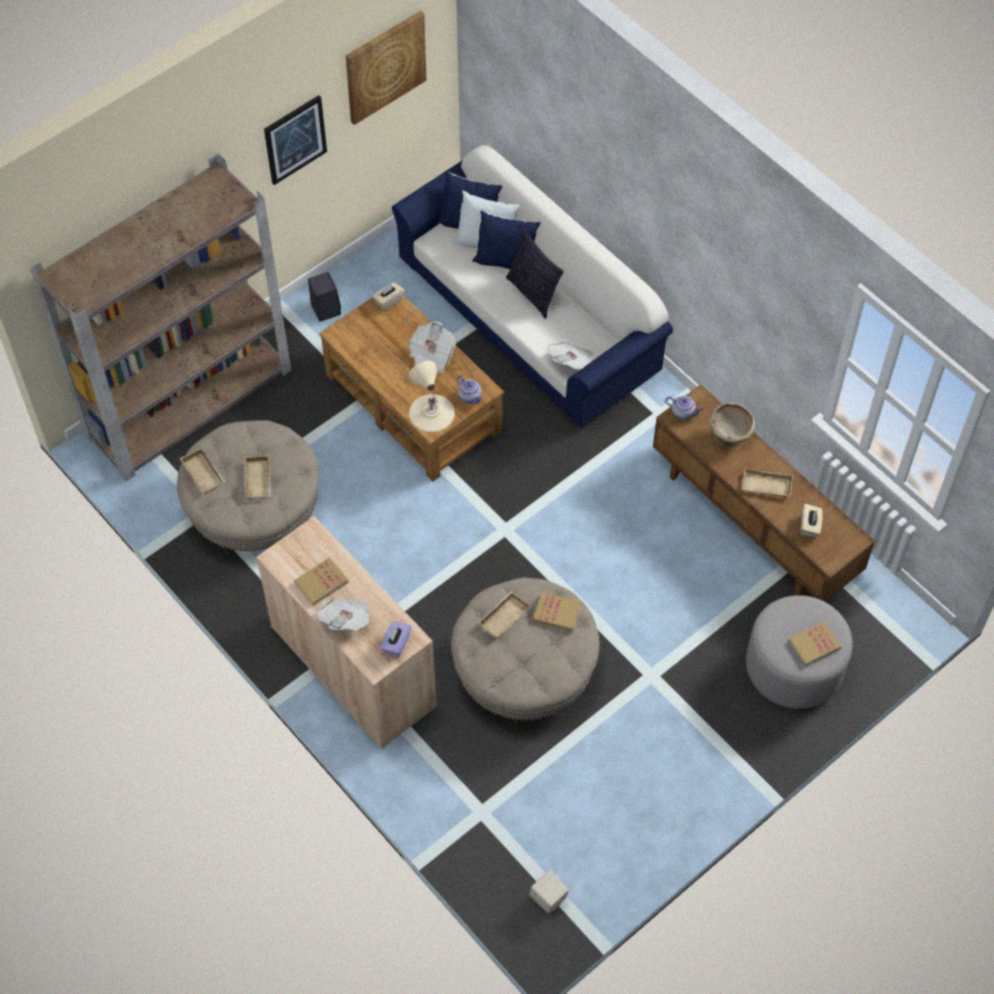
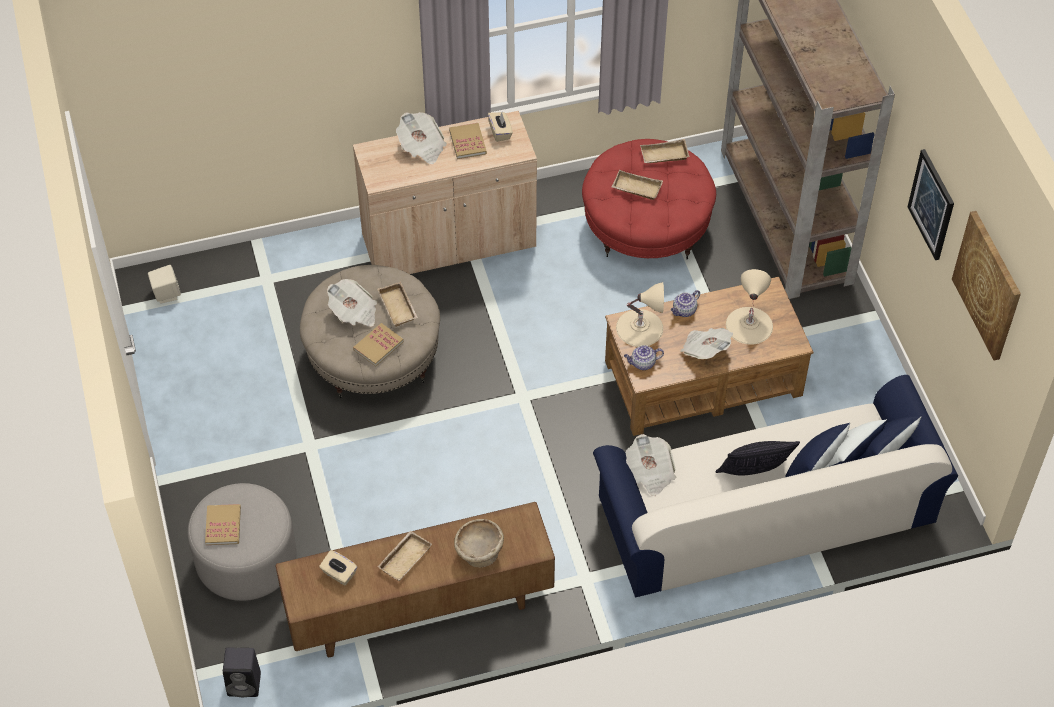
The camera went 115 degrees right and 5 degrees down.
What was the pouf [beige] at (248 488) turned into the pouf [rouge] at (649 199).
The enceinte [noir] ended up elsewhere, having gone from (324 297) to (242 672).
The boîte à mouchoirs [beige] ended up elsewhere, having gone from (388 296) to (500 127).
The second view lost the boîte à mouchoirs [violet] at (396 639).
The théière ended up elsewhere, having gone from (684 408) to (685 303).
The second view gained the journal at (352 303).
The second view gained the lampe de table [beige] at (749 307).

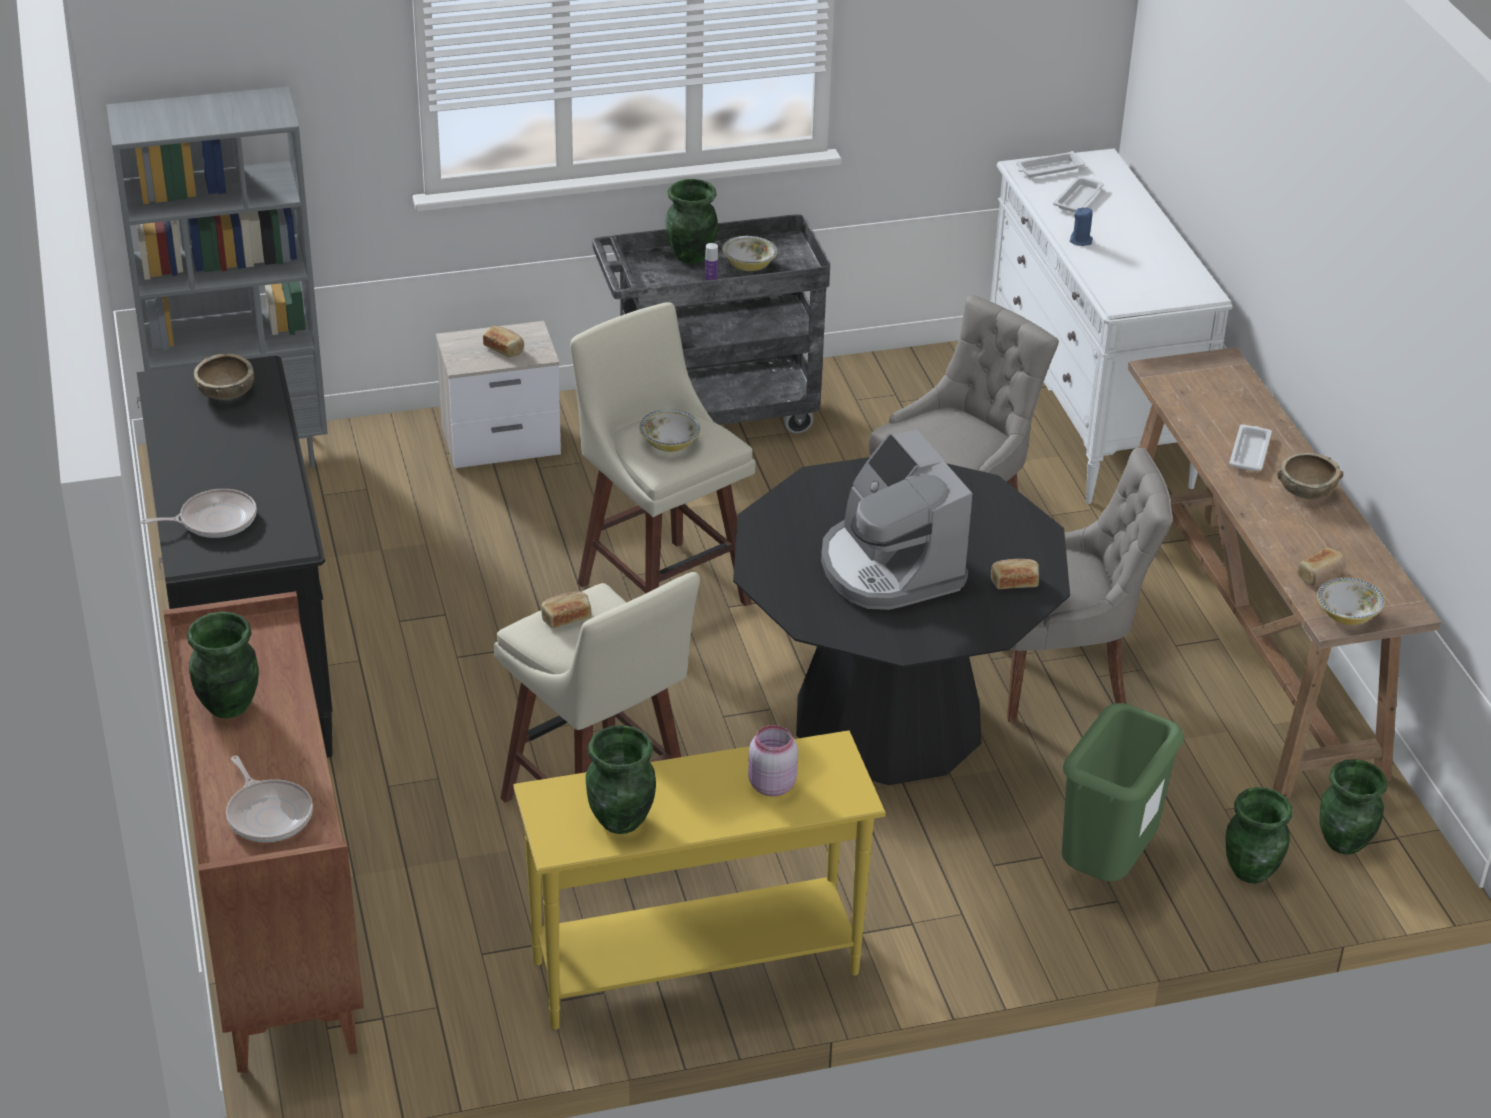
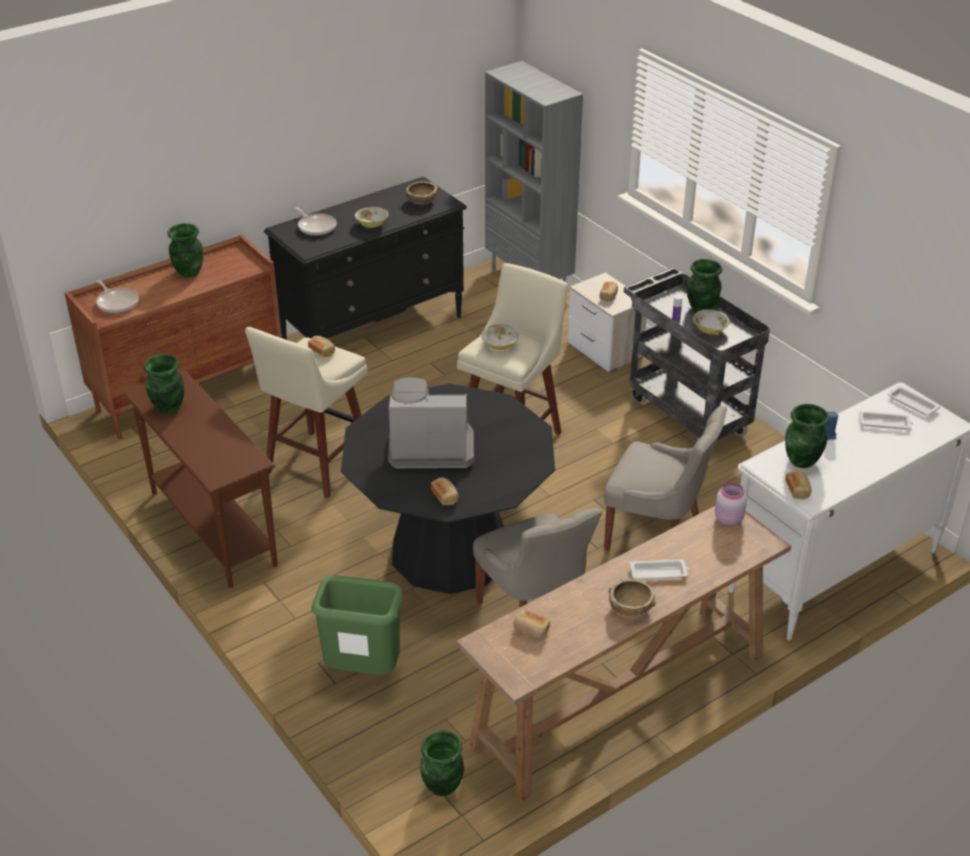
The camera went 70 degrees right and 0 degrees up.
The poêle at (269 799) ended up facing another way, 75 degrees counterclockwise from before.
What was the table console [jaune] at (699 880) turned into the table console [marron] at (201 479).
The bocal [rose] ended up elsewhere, having gone from (773 760) to (731 504).
The machine à café at (896 519) ended up facing another way, 45 degrees clockwise from before.
The vase [vert] ended up elsewhere, having gone from (1259 835) to (807 436).
The bol ended up elsewhere, having gone from (1351 601) to (372 217).
The second view gained the pain at (798 485).

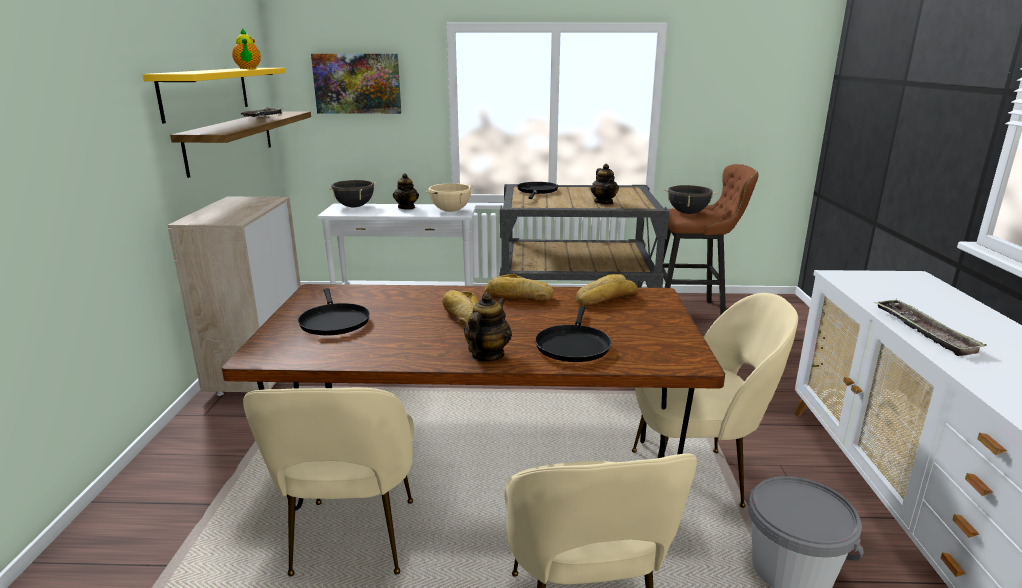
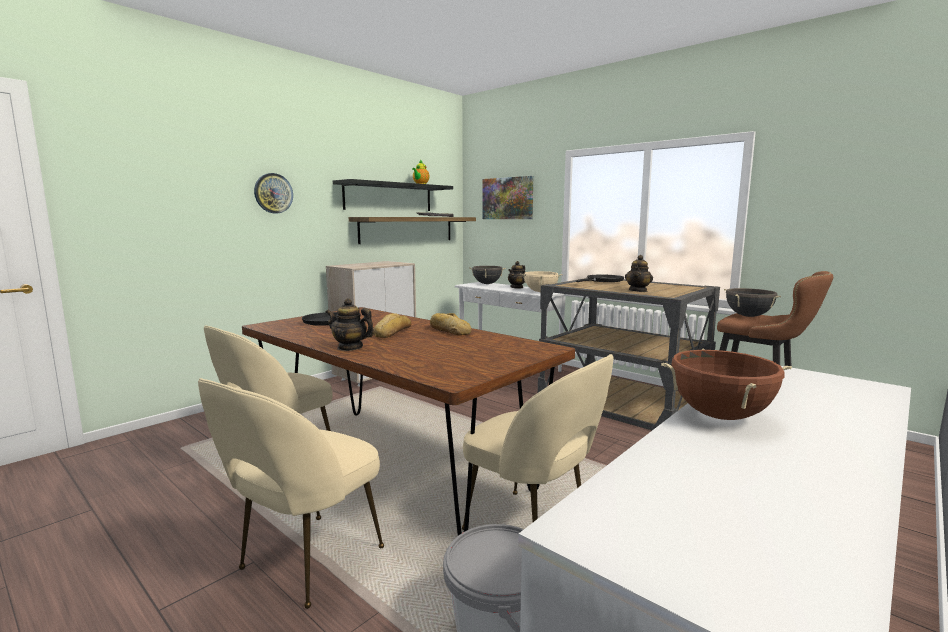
The camera went 40 degrees right and 10 degrees down.
What was the étagère [jaune] at (214 96) turned into the étagère [noir] at (393 195).
The théière at (488 327) ended up facing another way, 135 degrees counterclockwise from before.
The second view lost the poêle [noir] at (573 334).
The second view lost the pain at (607 290).
Where the plateau stood at (930 327), the marmite [marron] came to stand at (726 384).
The second view gained the horloge murale at (273 193).

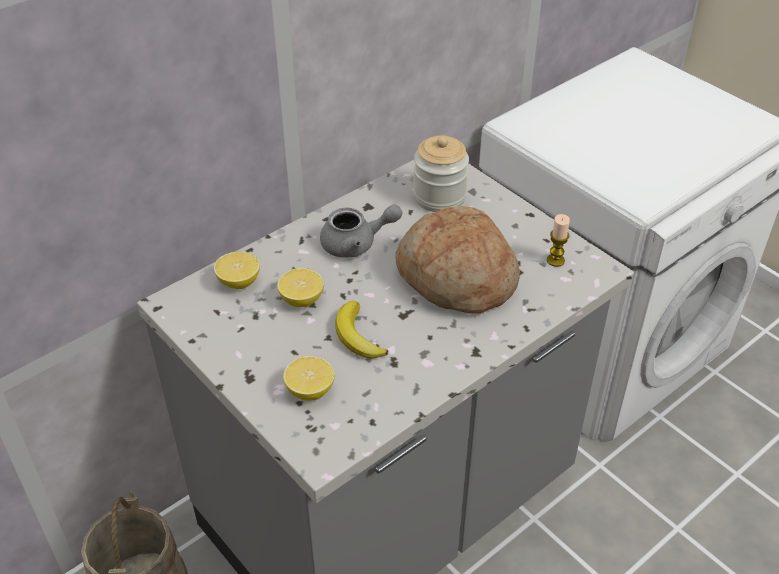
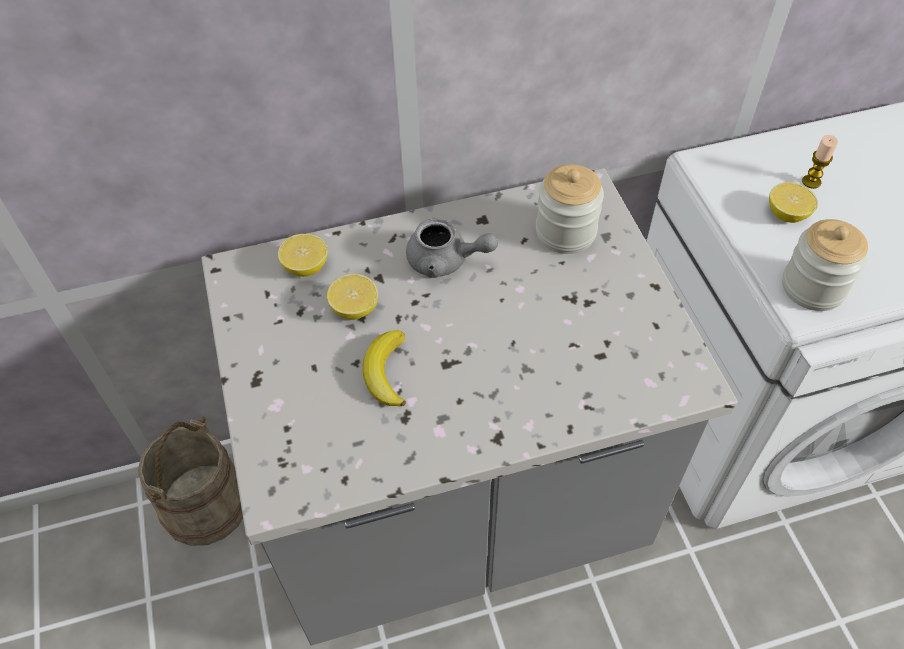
The camera went 25 degrees right and 10 degrees up.
The citron ended up elsewhere, having gone from (309 378) to (793 202).
The second view lost the pain at (457 260).
The bougie ended up elsewhere, having gone from (558 240) to (820 162).
The second view gained the bocal at (825 265).

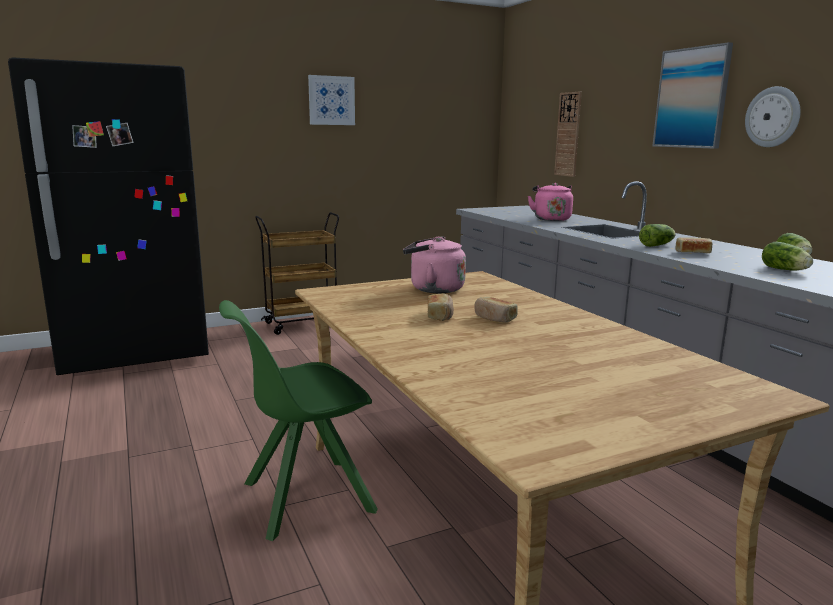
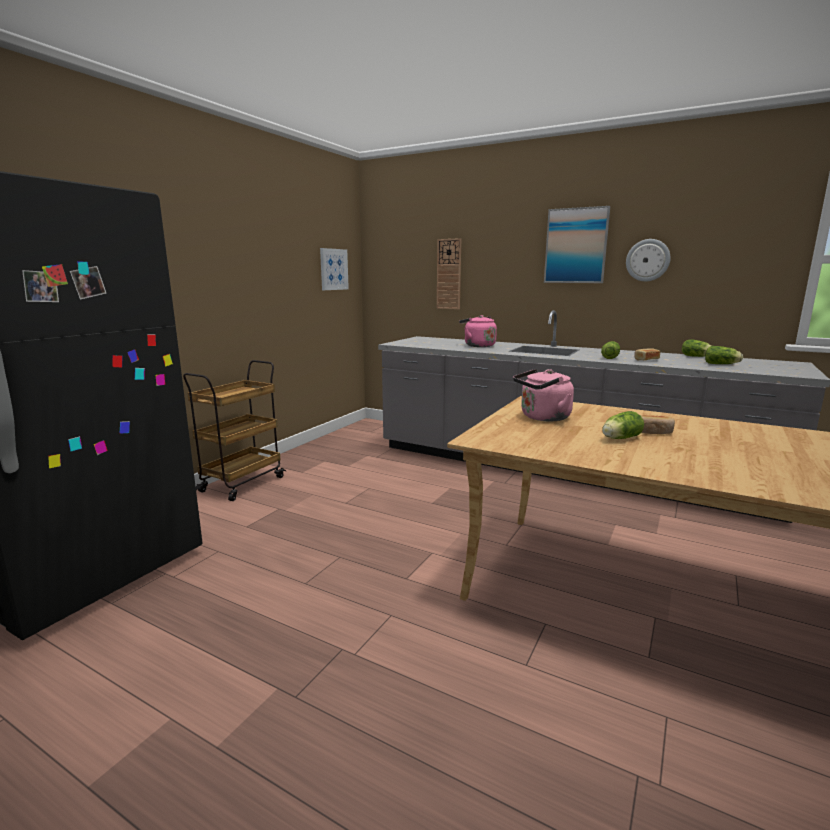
The camera went 35 degrees left and 0 degrees up.
The second view lost the chaise [vert] at (298 420).
The tableau ended up elsewhere, having gone from (331 100) to (334 269).
Where the pain stood at (441 307), the laitue came to stand at (623 425).

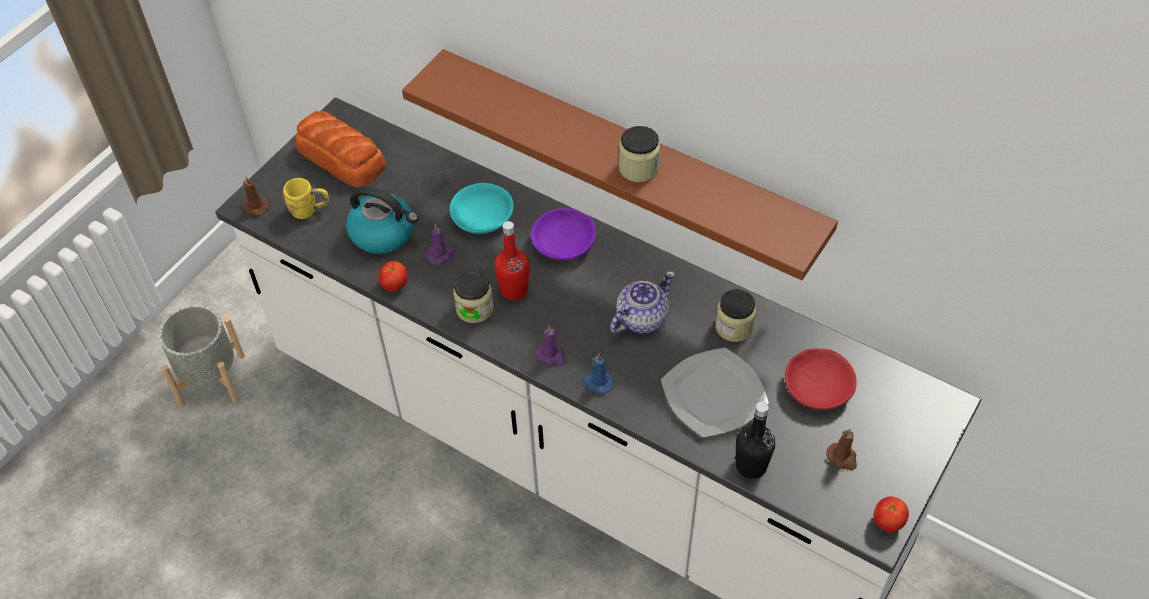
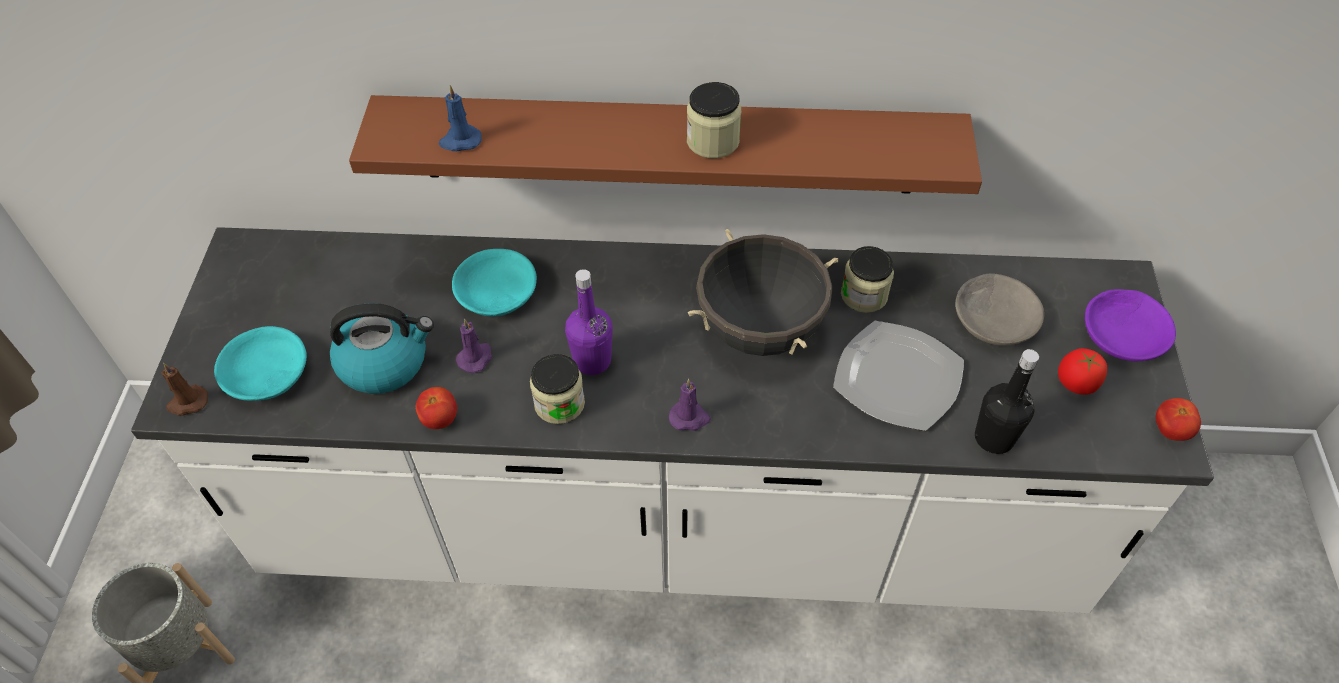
The camera went 30 degrees left and 0 degrees up.
Where the mug [jaune] stood at (306 198), the bol [turquoise] came to stand at (260 363).
The second view lost the pain at (341 149).
What was the bouteille [rouge] at (512 260) turned into the bouteille [violet] at (589 322).
The bol [violet] ended up elsewhere, having gone from (563 234) to (1130 325).
The bougie [bleu] ended up elsewhere, having gone from (598 374) to (460 118).
Where the théière stood at (642 302), the marmite [noir] came to stand at (762 292).
What was the bol [rouge] at (821 379) turned into the bol [gris] at (999 309).
Where the bougie [marron] stood at (841 449), the tomate came to stand at (1082 371).

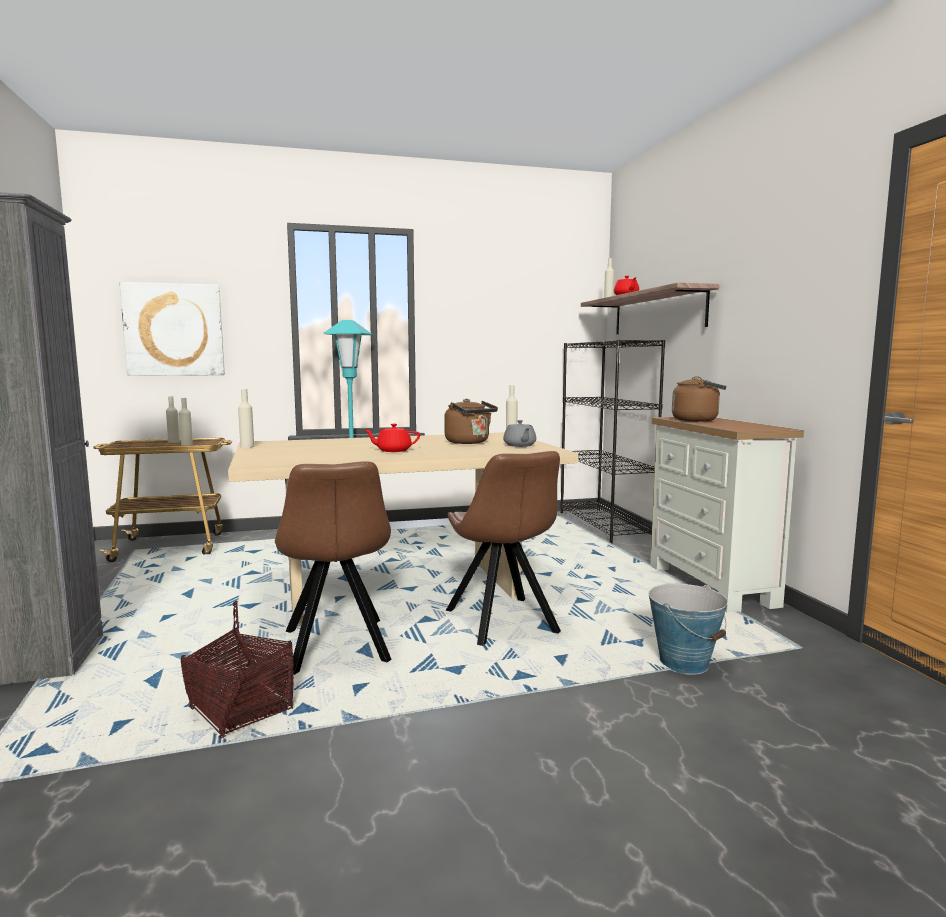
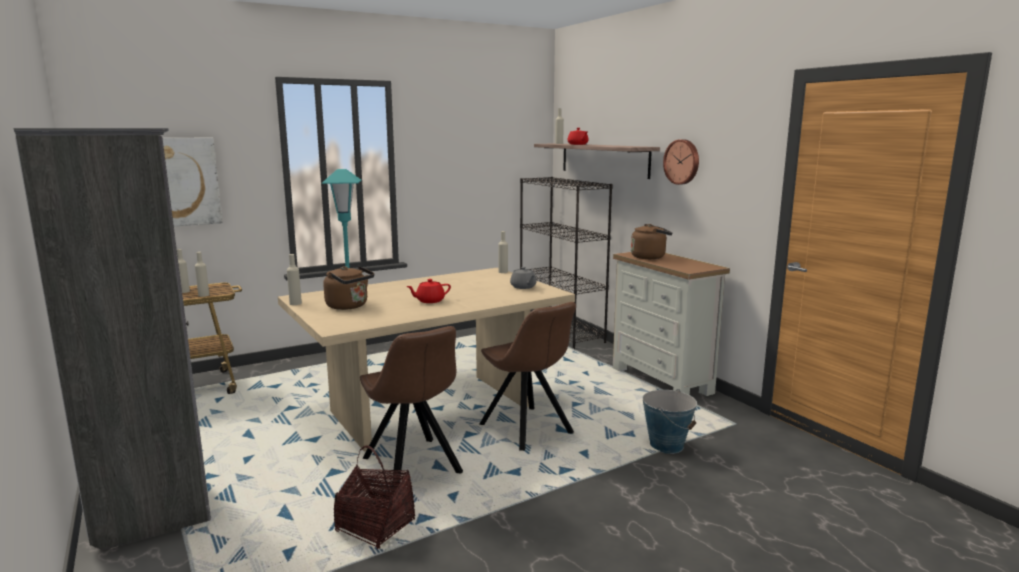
The camera went 15 degrees left and 5 degrees up.
The bouilloire [marron] ended up elsewhere, having gone from (471 421) to (348 288).
The second view gained the horloge murale at (681 162).

